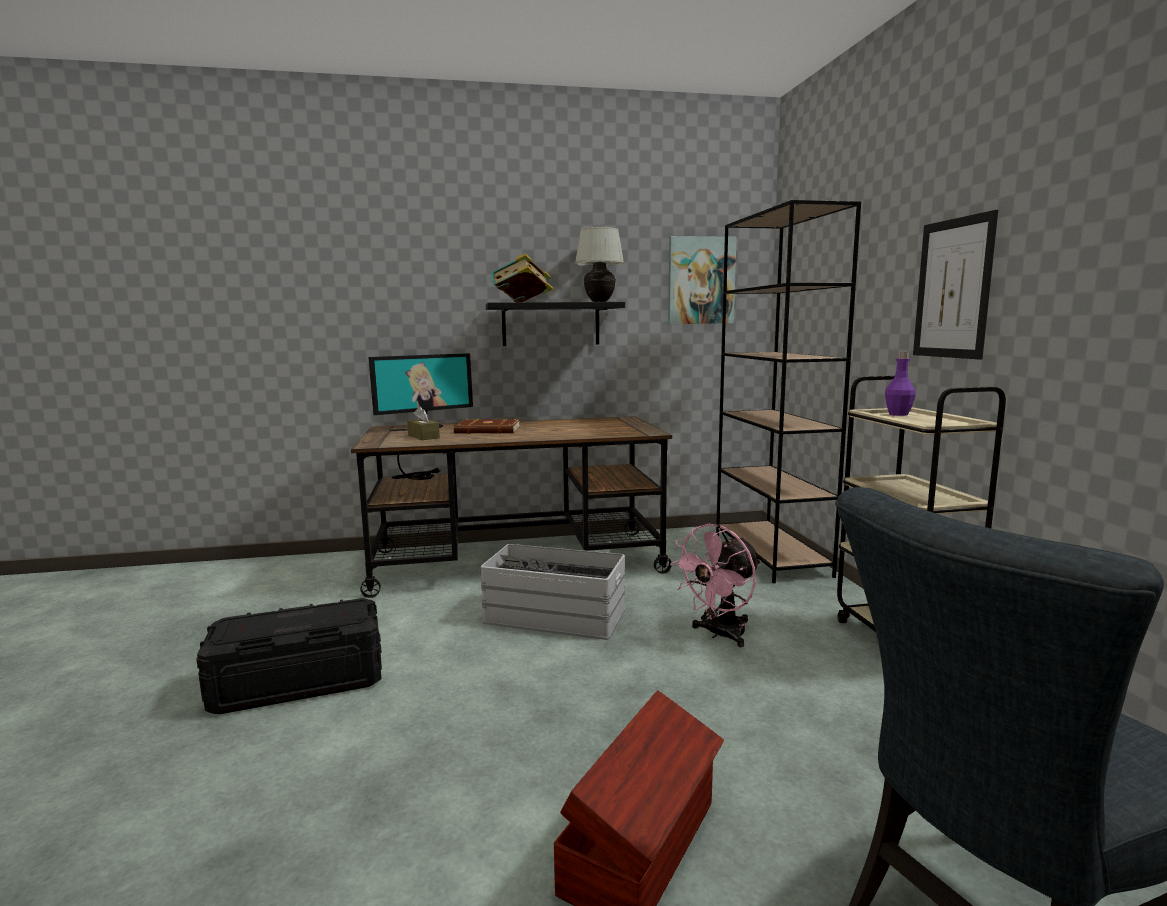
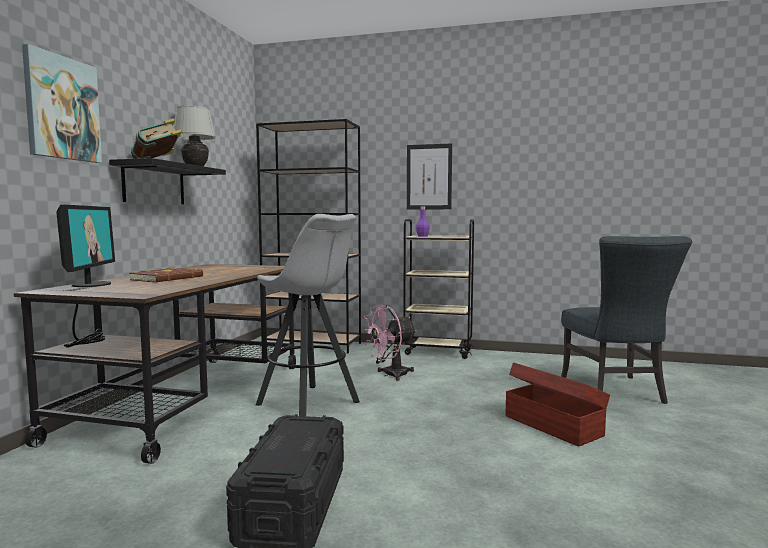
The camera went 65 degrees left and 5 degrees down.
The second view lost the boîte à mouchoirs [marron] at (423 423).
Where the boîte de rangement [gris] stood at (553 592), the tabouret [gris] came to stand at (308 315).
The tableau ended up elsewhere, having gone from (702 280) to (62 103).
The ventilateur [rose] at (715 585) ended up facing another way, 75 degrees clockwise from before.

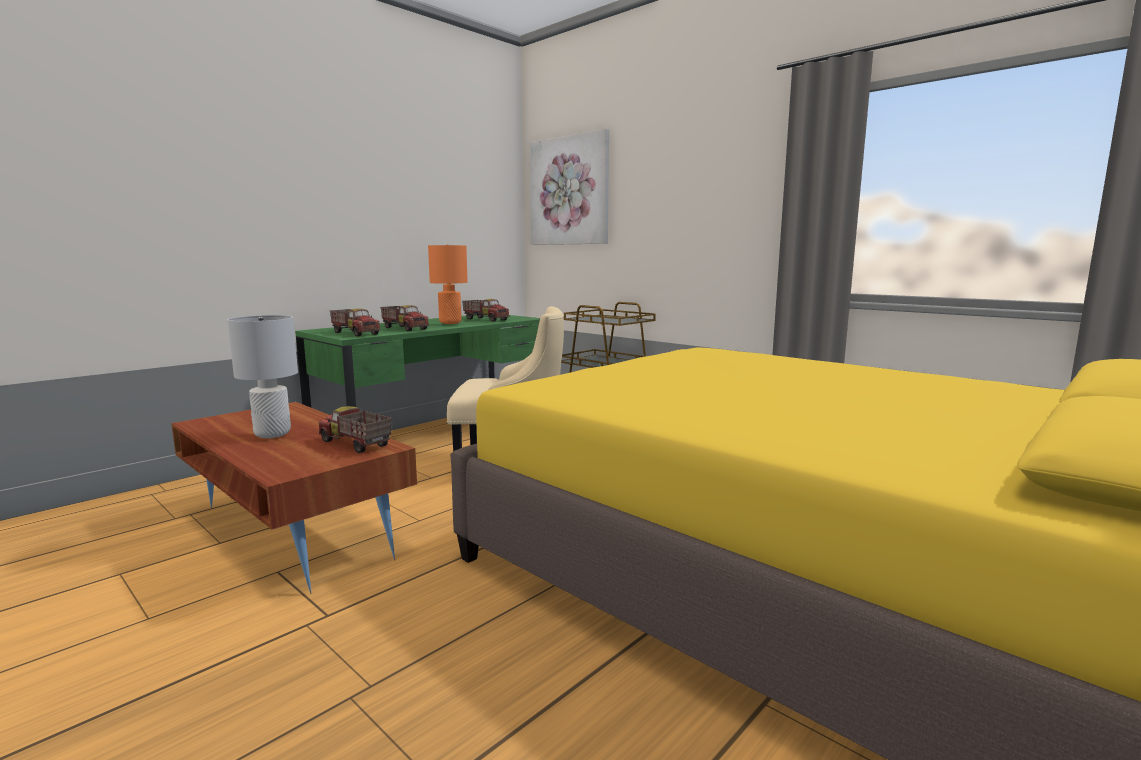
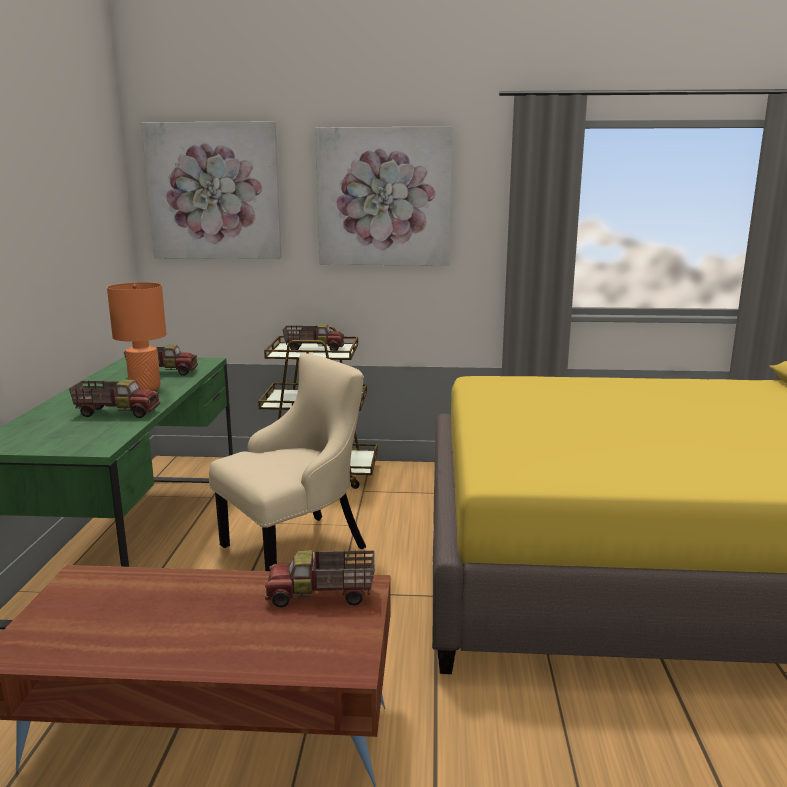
The camera went 40 degrees left and 5 degrees up.
The second view lost the lampe de table [gris] at (262 376).
The camion jouet ended up elsewhere, having gone from (354 322) to (313 337).
The second view gained the tableau at (384 196).

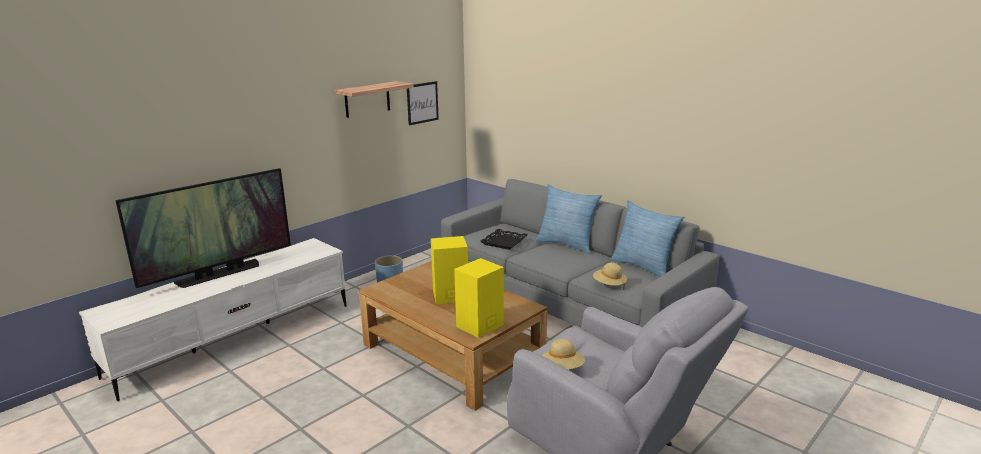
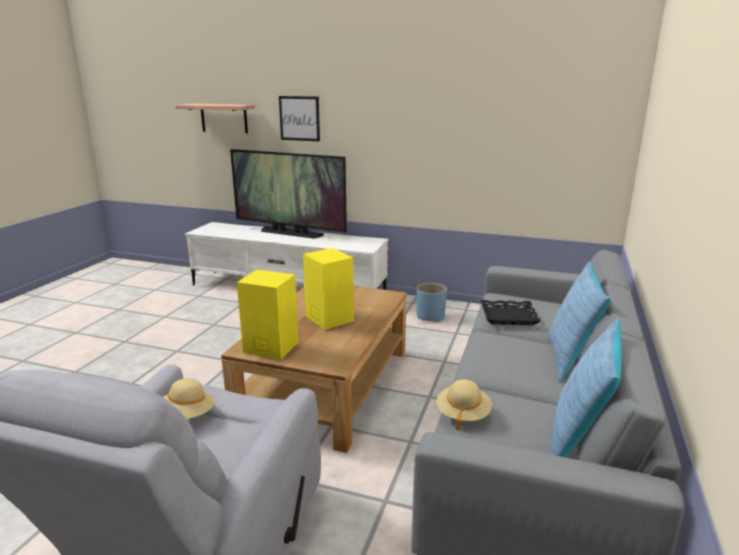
The camera went 65 degrees right and 0 degrees up.
The étagère ended up elsewhere, having gone from (374 99) to (215 118).
The tableau ended up elsewhere, having gone from (423 103) to (299 118).

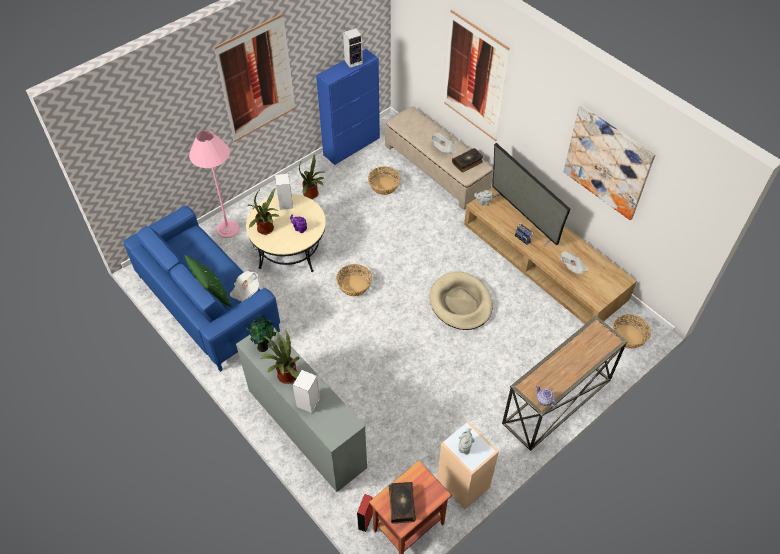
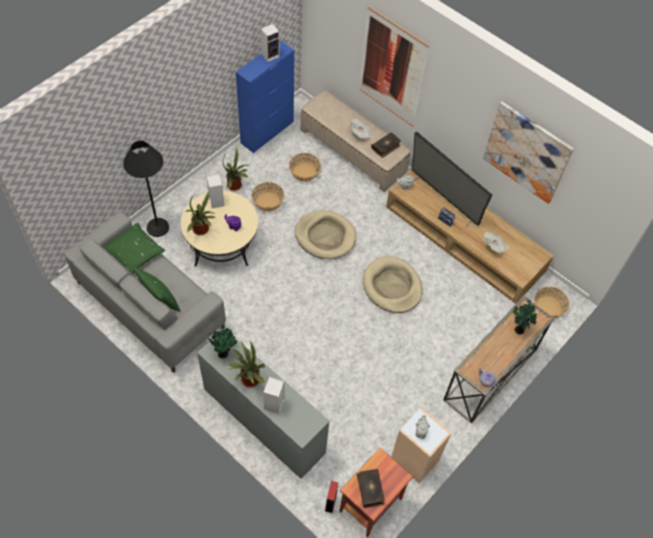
The camera went 10 degrees left and 5 degrees up.
What was the canapé [bleu] at (201 289) turned into the canapé [gris] at (145 292).
What was the lampadaire [rose] at (214 184) turned into the lampadaire [noir] at (146 189).
The second view lost the tableau at (254 77).
The second view lost the journal at (244 286).
The panier ended up elsewhere, having gone from (354 280) to (268 197).
The second view gained the coussin [vert] at (134 248).
The second view gained the panier pour chien [beige] at (325 234).
The second view gained the plante en pot at (525 317).

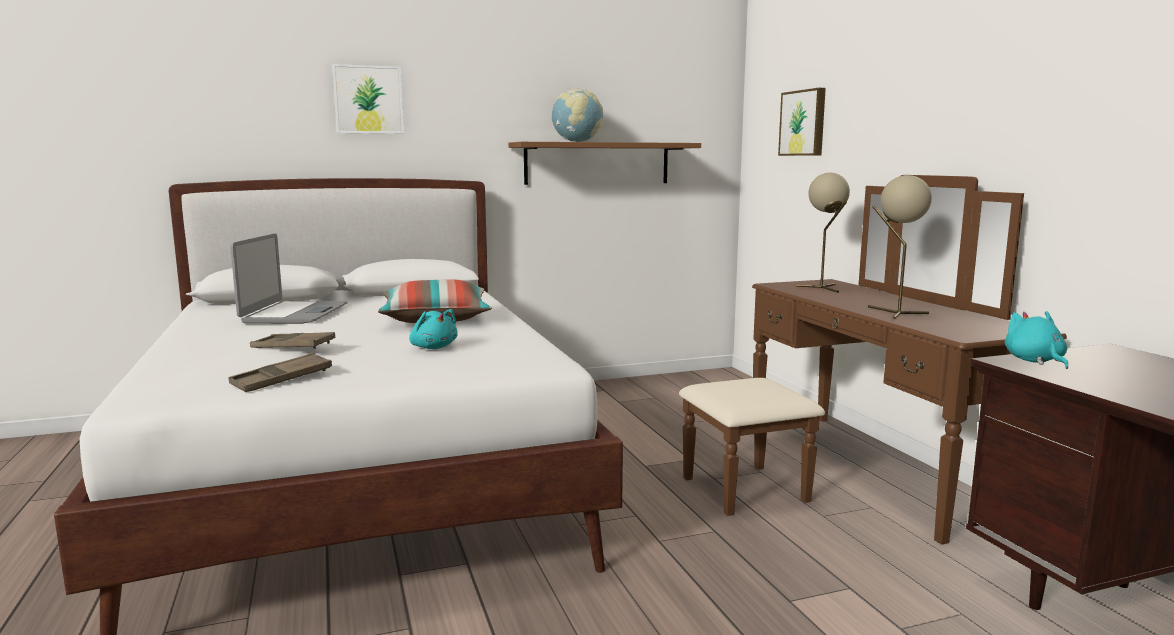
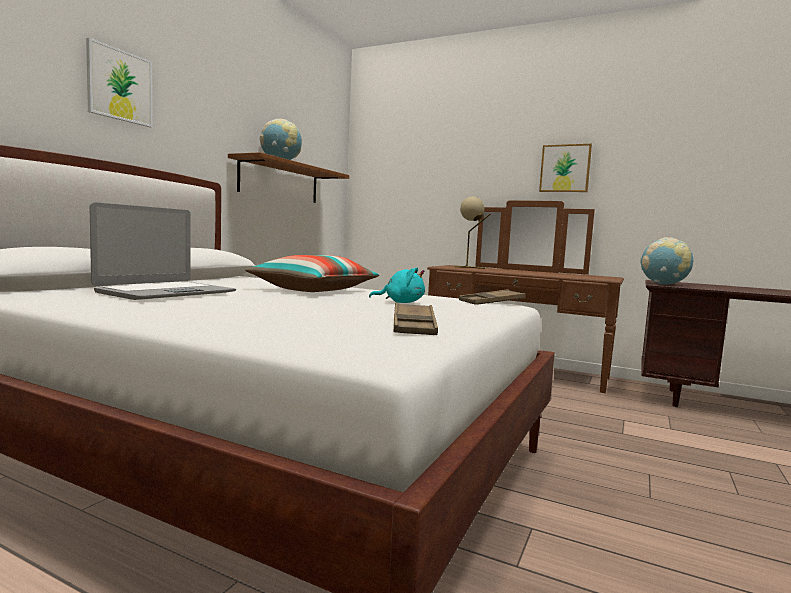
The camera went 45 degrees left and 5 degrees down.
The ordinateur portable at (289 278) ended up facing another way, 75 degrees clockwise from before.
The plateau [marron] ended up elsewhere, having gone from (293 340) to (492 297).
The tableau ended up elsewhere, having gone from (802 122) to (565 168).
The second view lost the lampe de table [beige] at (900 247).
Where the peluche [turquoise] stood at (1036 340), the globe came to stand at (666 260).

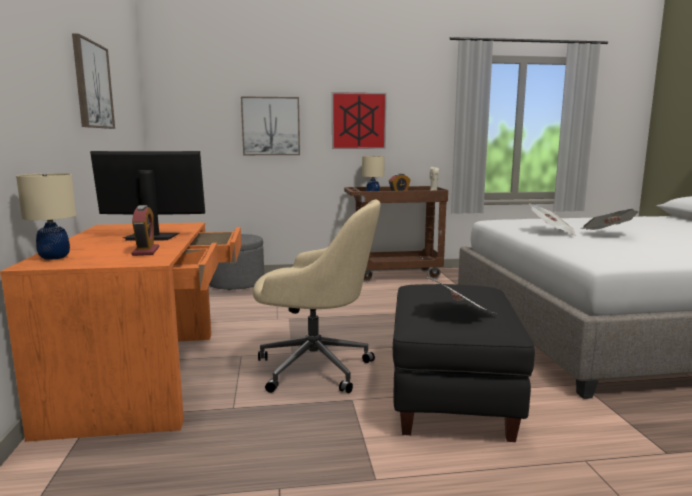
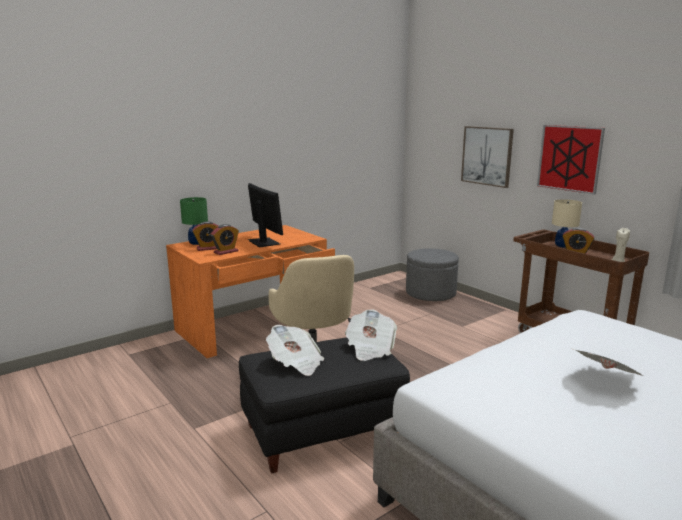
The camera went 60 degrees right and 5 degrees up.
What was the lampe de table [beige] at (46 216) turned into the lampe de table [vert] at (194 221).
The second view lost the tableau at (93 81).
The journal ended up elsewhere, having gone from (552 219) to (371 335).
The second view gained the réveil at (205 236).

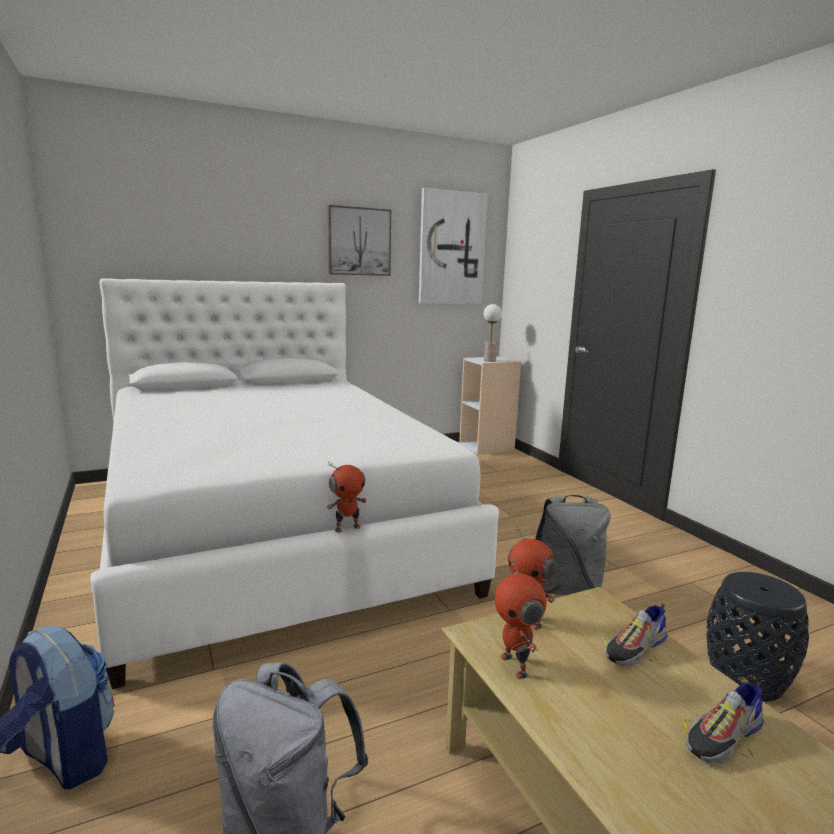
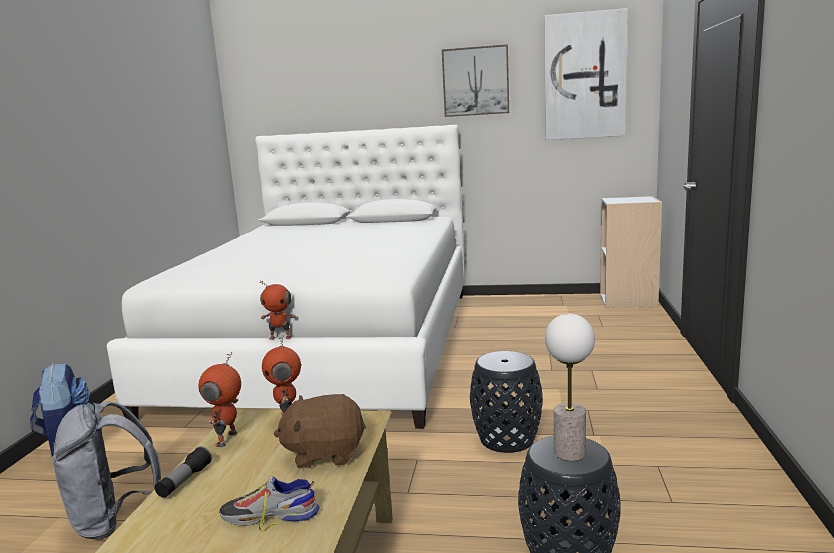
The camera went 35 degrees right and 0 degrees up.
The lampe de table ended up elsewhere, having gone from (493 333) to (570 387).
Where the sac à dos [gris] stood at (573 545), the tabouret [noir] came to stand at (506 402).
Where the chaussure stood at (635 635), the peluche [marron] came to stand at (320 431).
The second view gained the lampe de poche at (183 472).

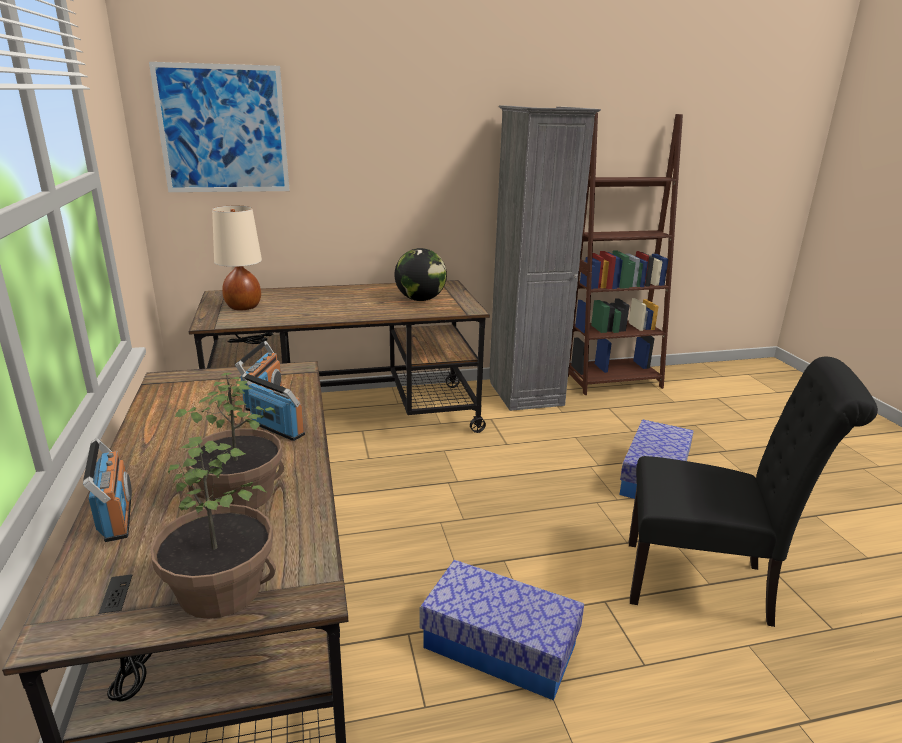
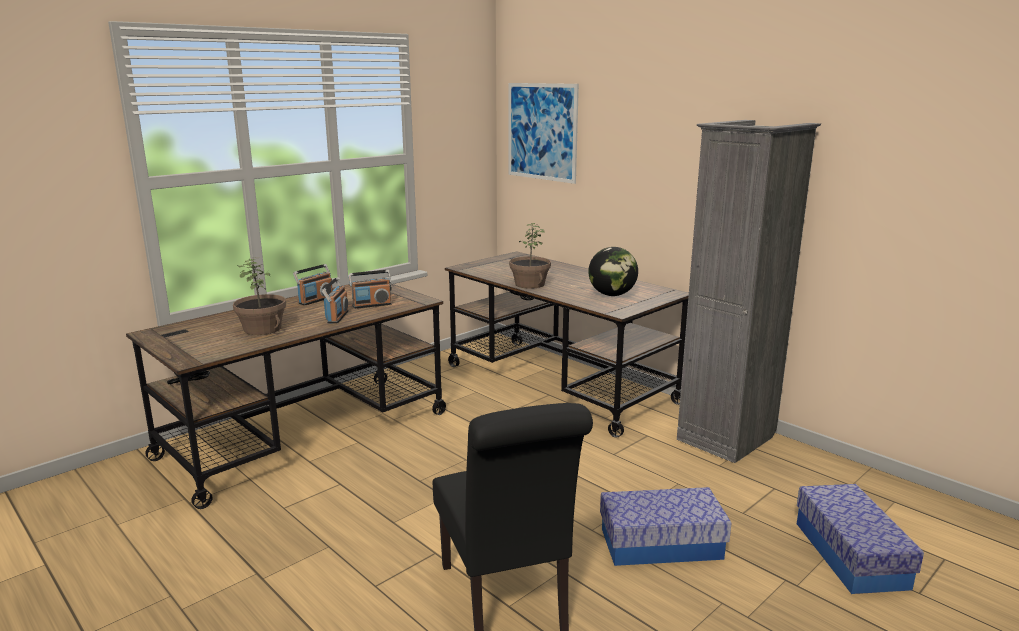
The camera went 60 degrees right and 5 degrees down.
The radio ended up elsewhere, having gone from (107 490) to (313 285).
The plante en pot ended up elsewhere, having gone from (213 527) to (530 256).
The second view lost the lampe de table [beige] at (237 257).
The boîte de rangement ended up elsewhere, having gone from (502 630) to (860 539).
The second view lost the bibliothèque [marron] at (625 254).

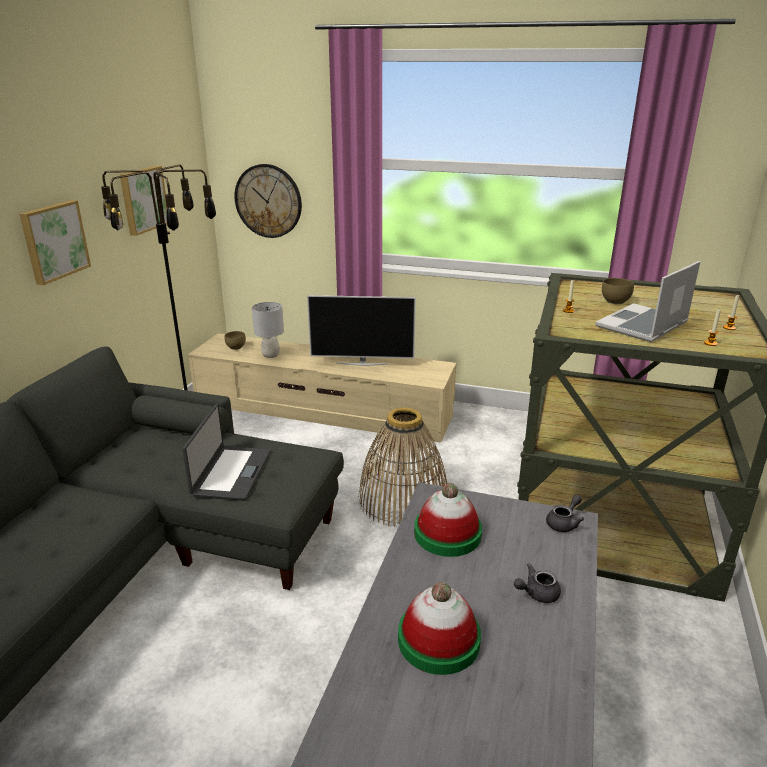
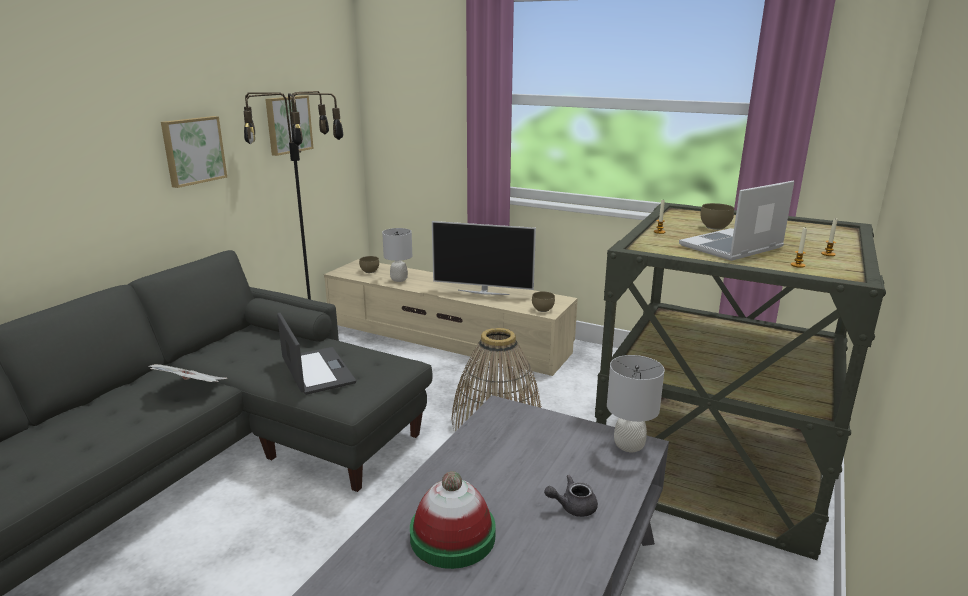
The camera went 10 degrees right and 5 degrees down.
The ordinateur portable at (226 452) ended up facing another way, 45 degrees counterclockwise from before.
The second view lost the horloge murale at (268 201).
The second view lost the chapeau at (448 520).
Where the théière [gris] stood at (565 513), the lampe de table [gris] came to stand at (636 403).
The second view gained the journal at (187 373).
The second view gained the bol [marron] at (543 301).

